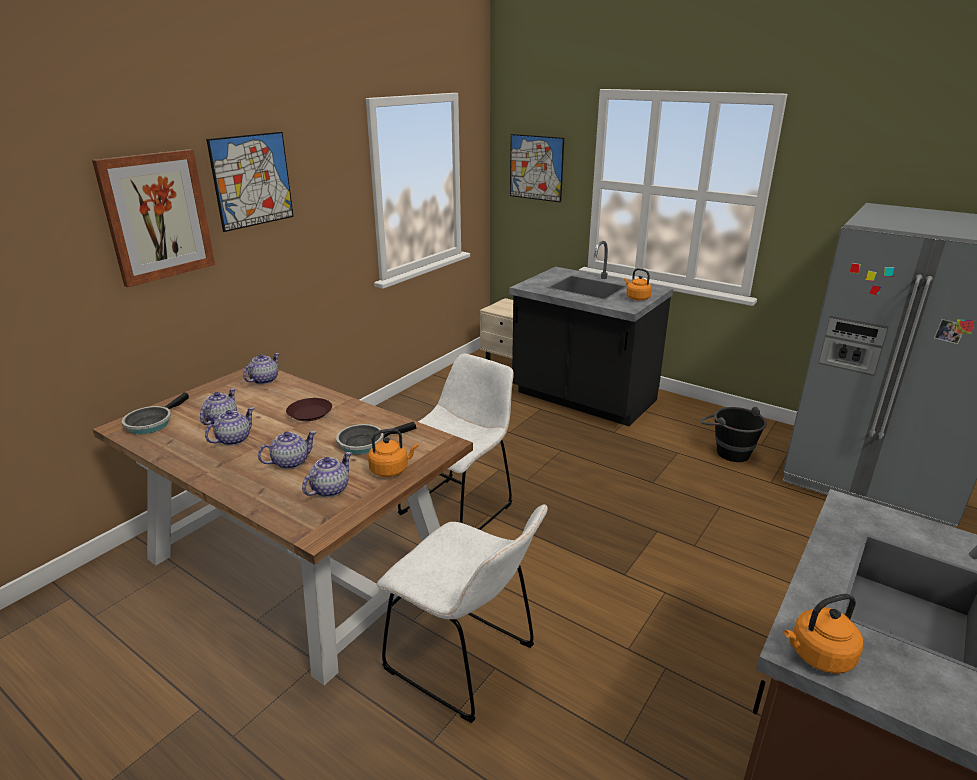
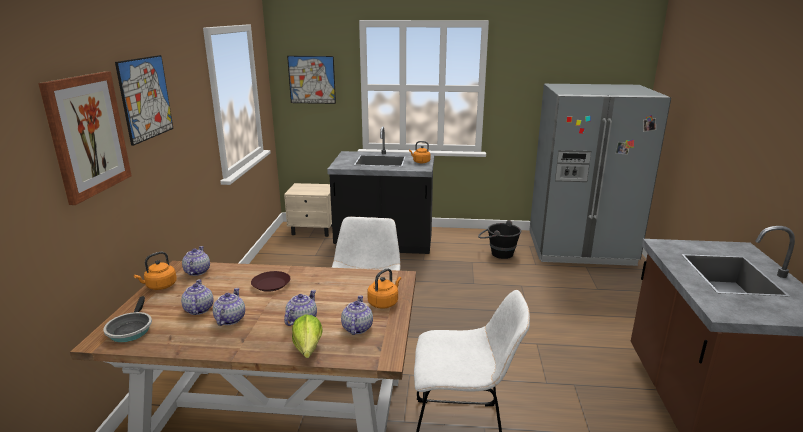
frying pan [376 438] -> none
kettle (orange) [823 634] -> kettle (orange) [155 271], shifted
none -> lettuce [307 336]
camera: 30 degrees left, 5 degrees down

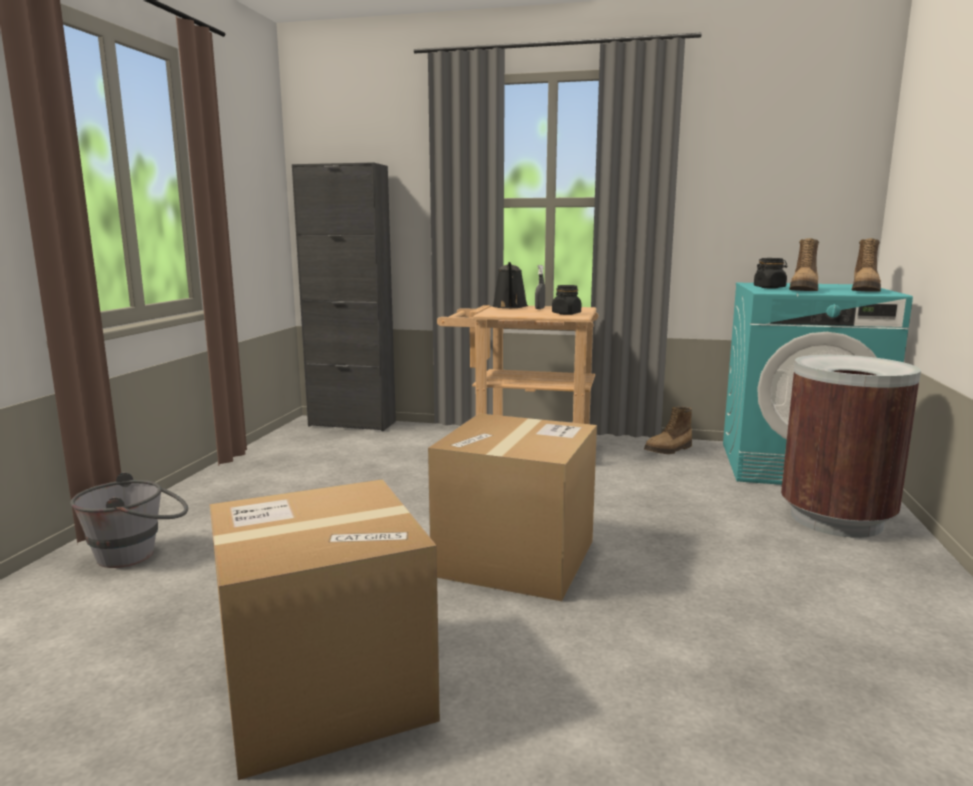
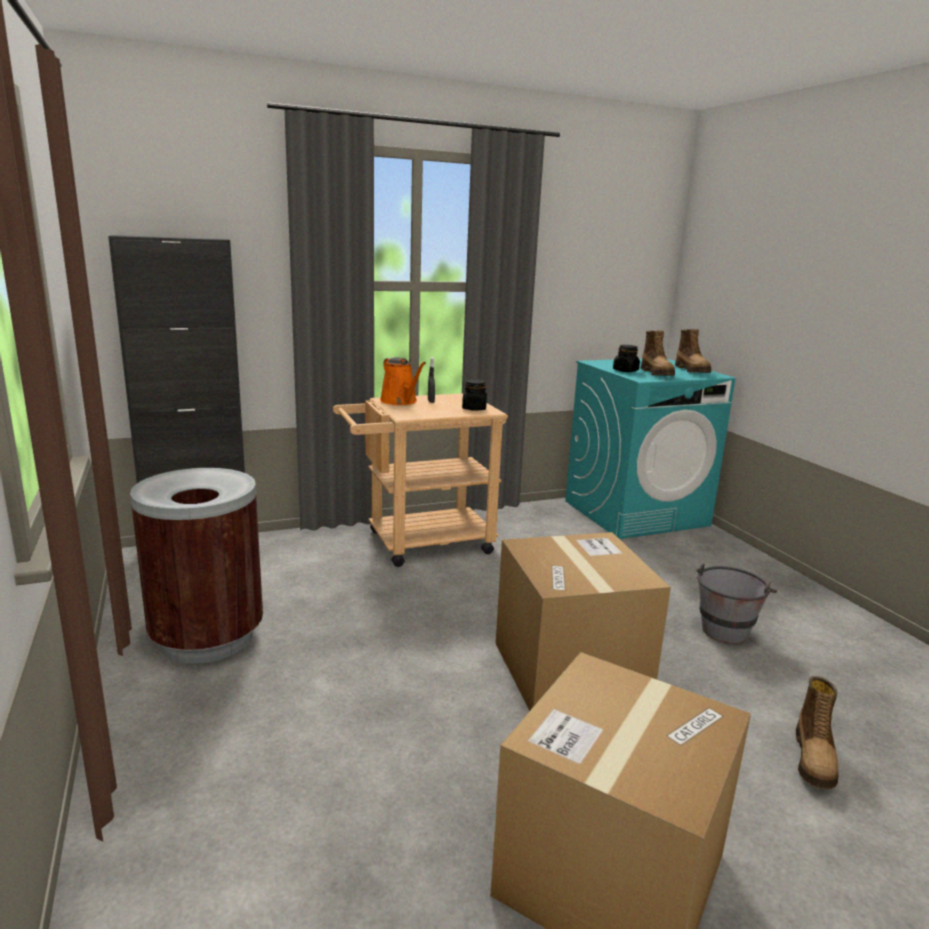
watering can (black) [510 285] -> watering can (orange) [403 381]
trash can (brown) [851 446] -> trash can (brown) [196 566], shifted
boot [668 430] -> boot [817 732], shifted
bucket (grey) [129 520] -> bucket (grey) [736 604], shifted
camera: 35 degrees left, 5 degrees up

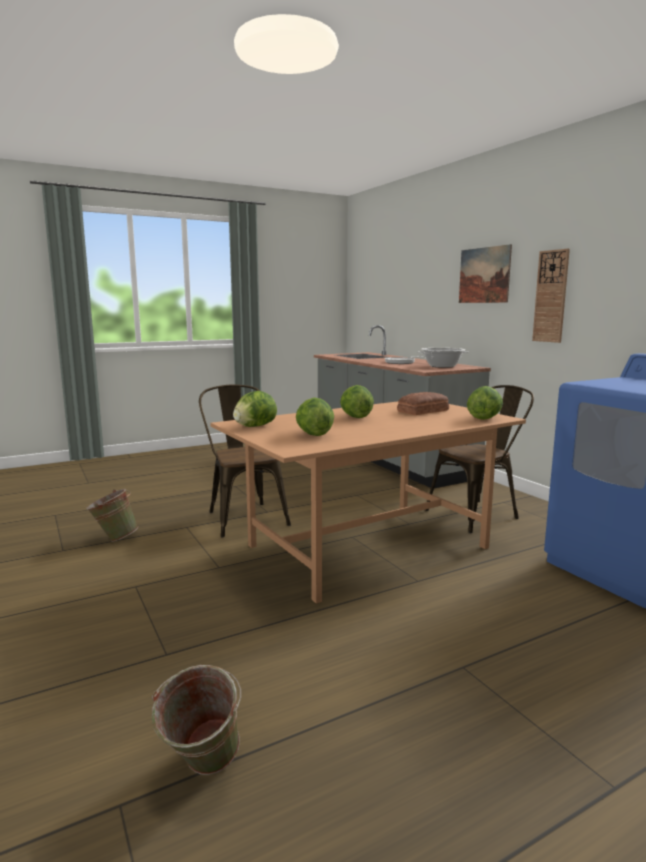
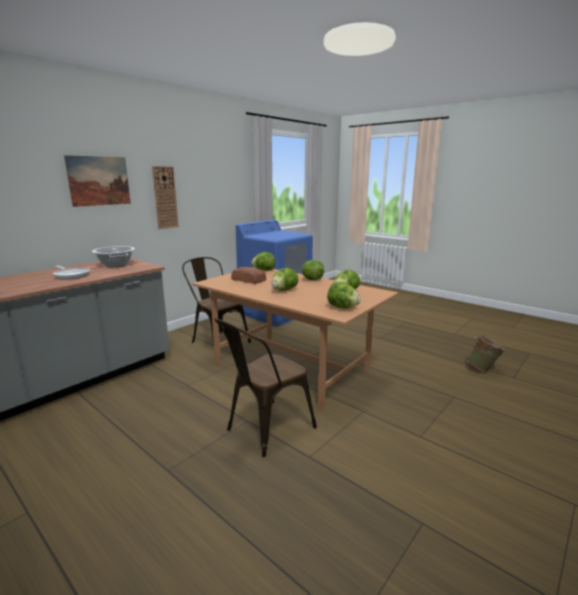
bucket (green) [112 515] -> none
none -> lettuce [313 270]
camera: 110 degrees left, 5 degrees up

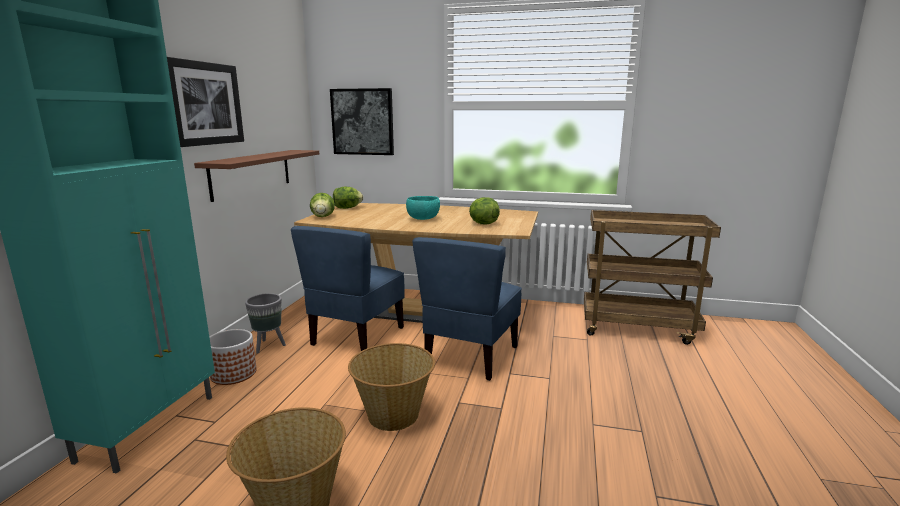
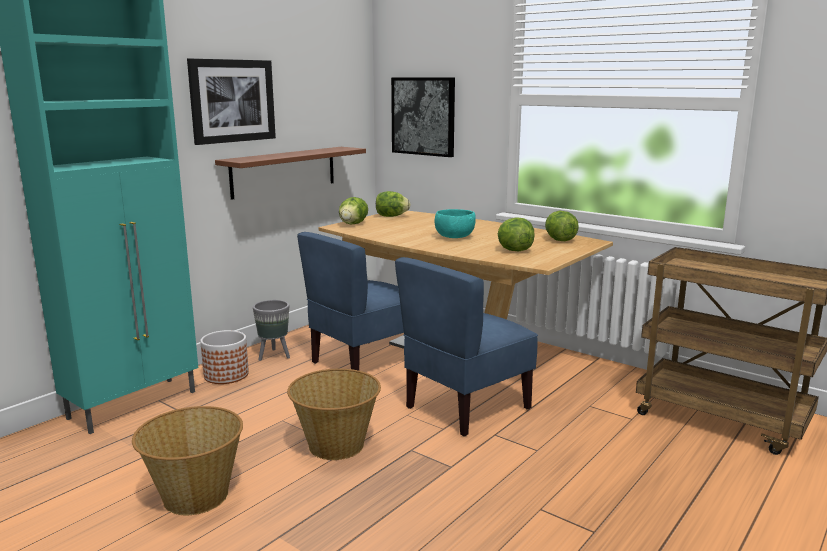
none -> lettuce [562 226]
camera: 25 degrees right, 0 degrees up

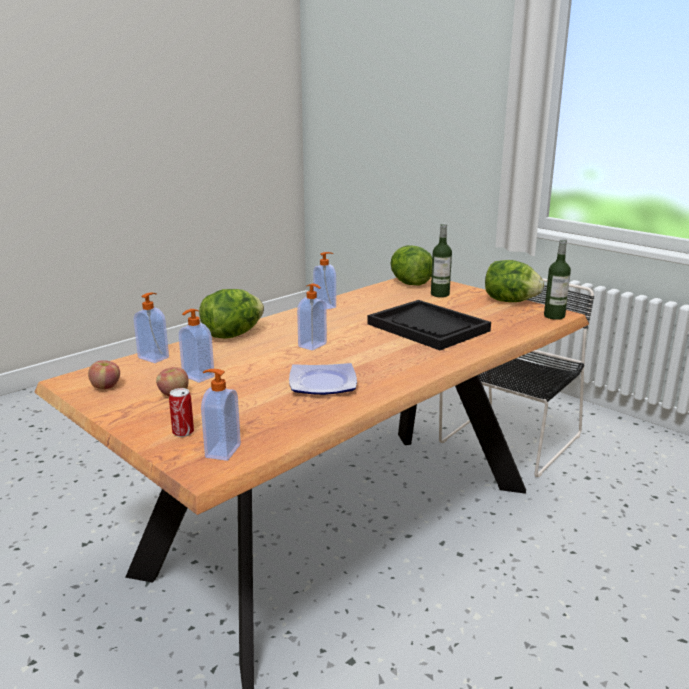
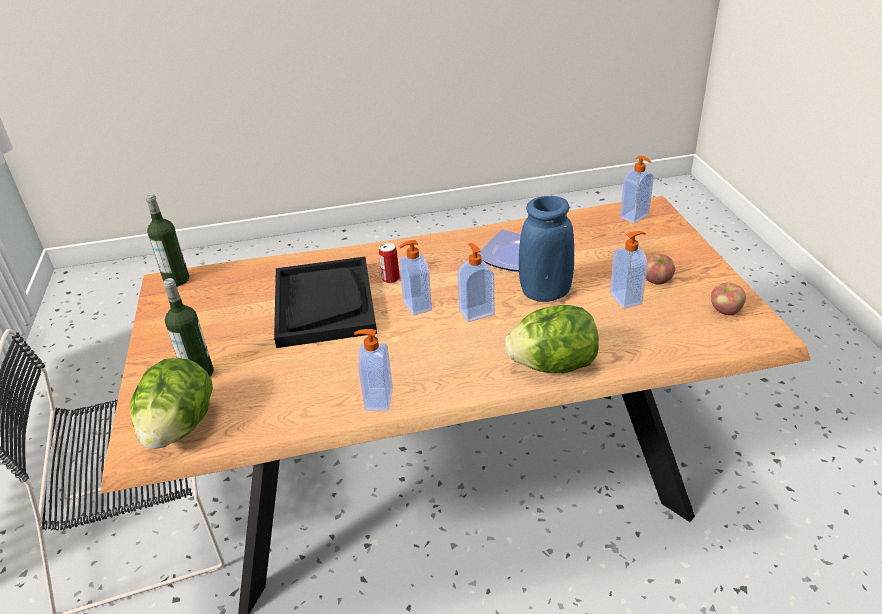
lettuce [514 281] -> none
soap dispenser [151 327] -> soap dispenser [415 278], shifted
can [181 412] -> can [389 262], shifted
none -> vase (blue) [546 249]
camera: 145 degrees left, 15 degrees up

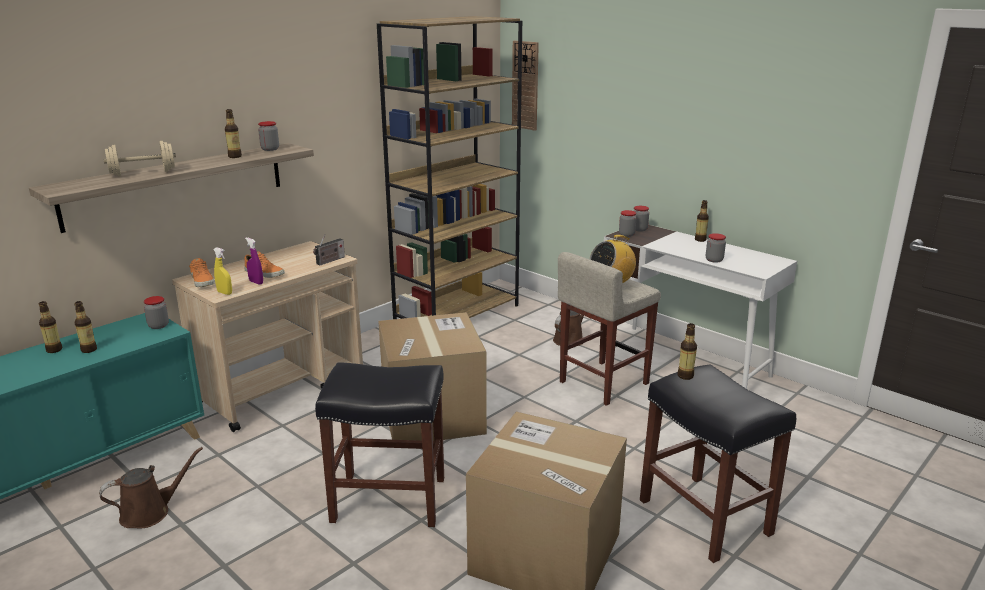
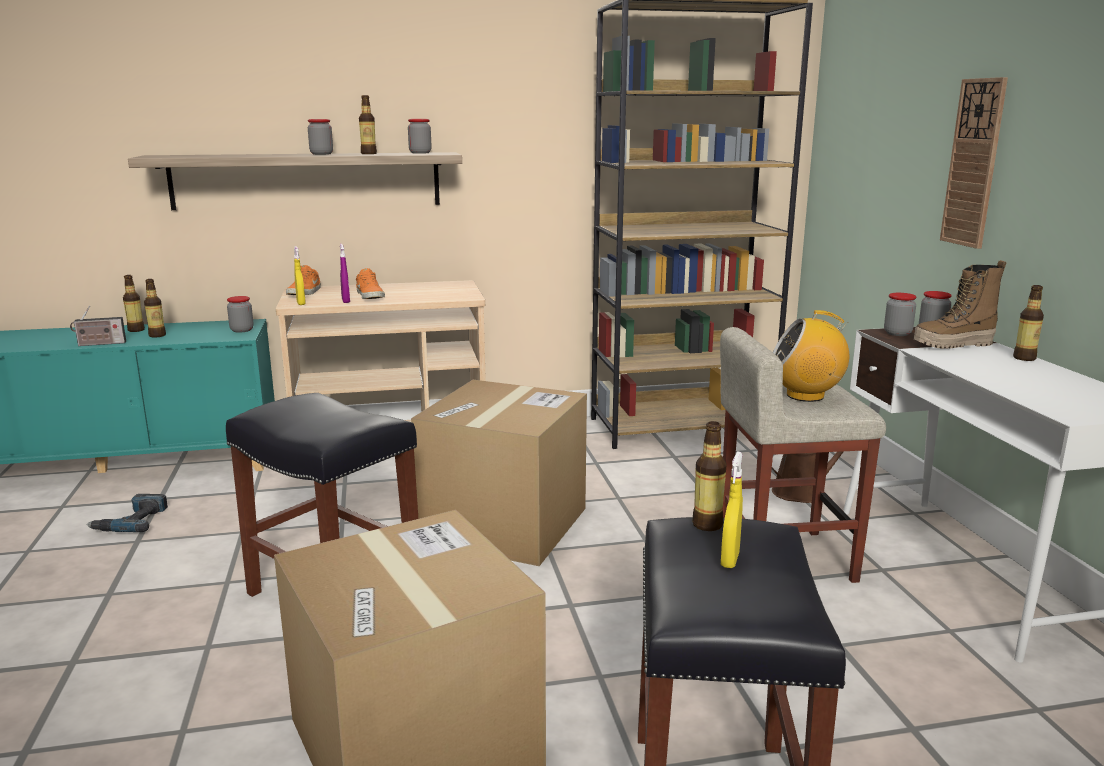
wall clock [525 85] -> wall clock [974 163], shifted
dumbbell (beige) [140 158] -> none
jar [716 248] -> jar [320 137], shifted
radio [329 250] -> radio [98 326], shifted
watering can (brown) [151 488] -> power drill [127 513]
none -> boot [960 304]
none -> spray bottle (yellow) [732 509]
camera: 35 degrees right, 5 degrees down

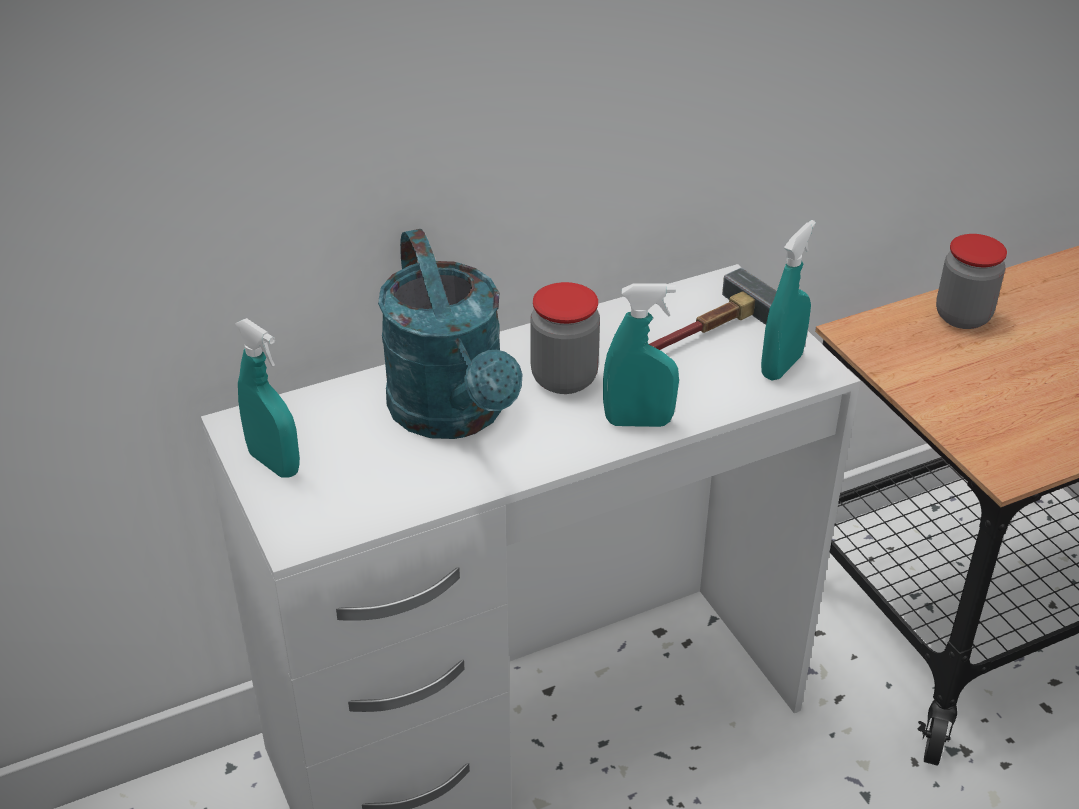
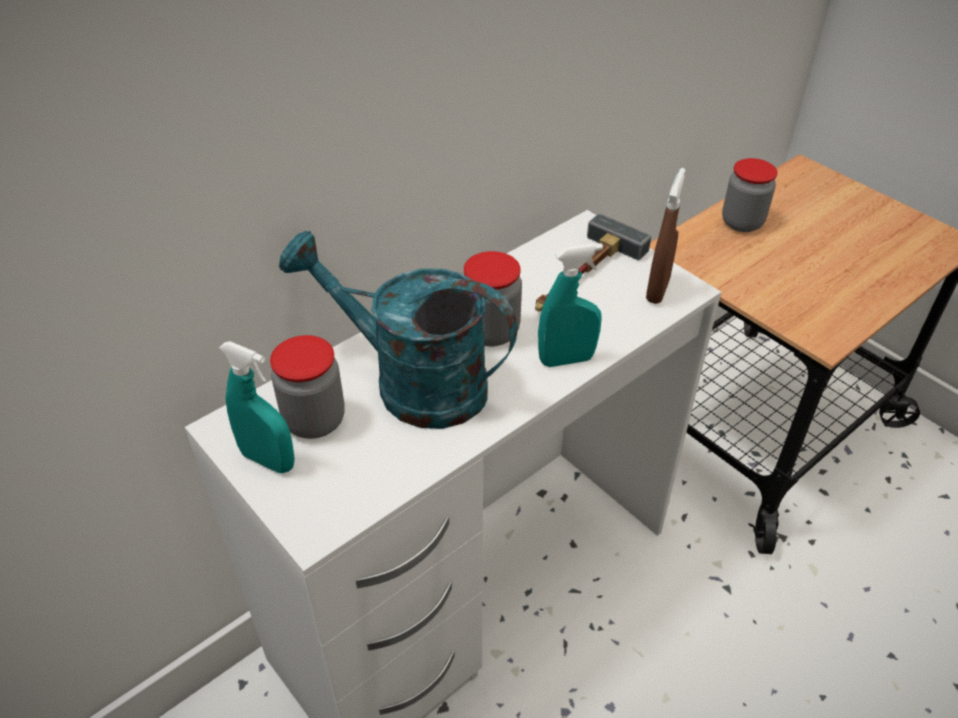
spray bottle (turquoise) [788 300] -> spray bottle (brown) [665 236]
watering can (turquoise) [450 334] -> watering can (turquoise) [398 330], 150 degrees clockwise
none -> jar [307 387]
camera: 15 degrees left, 5 degrees up

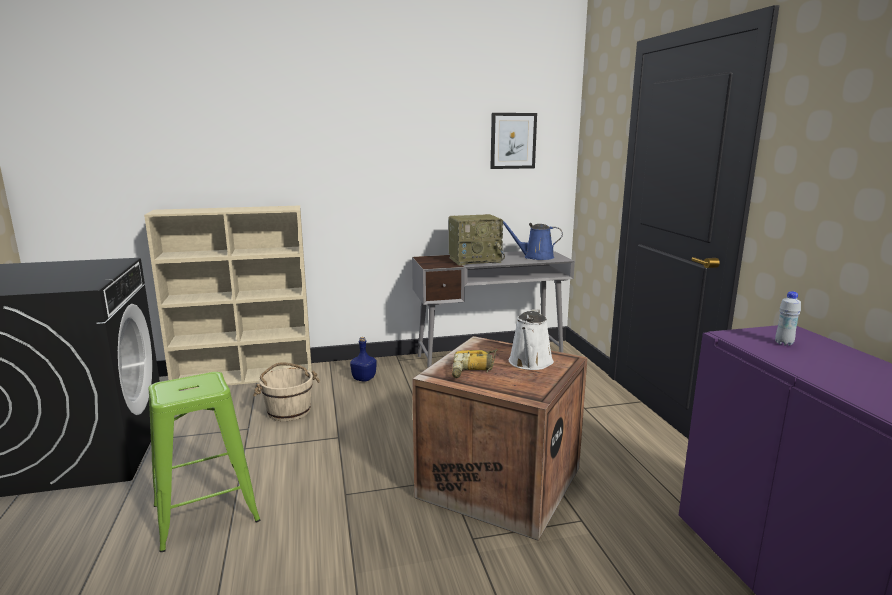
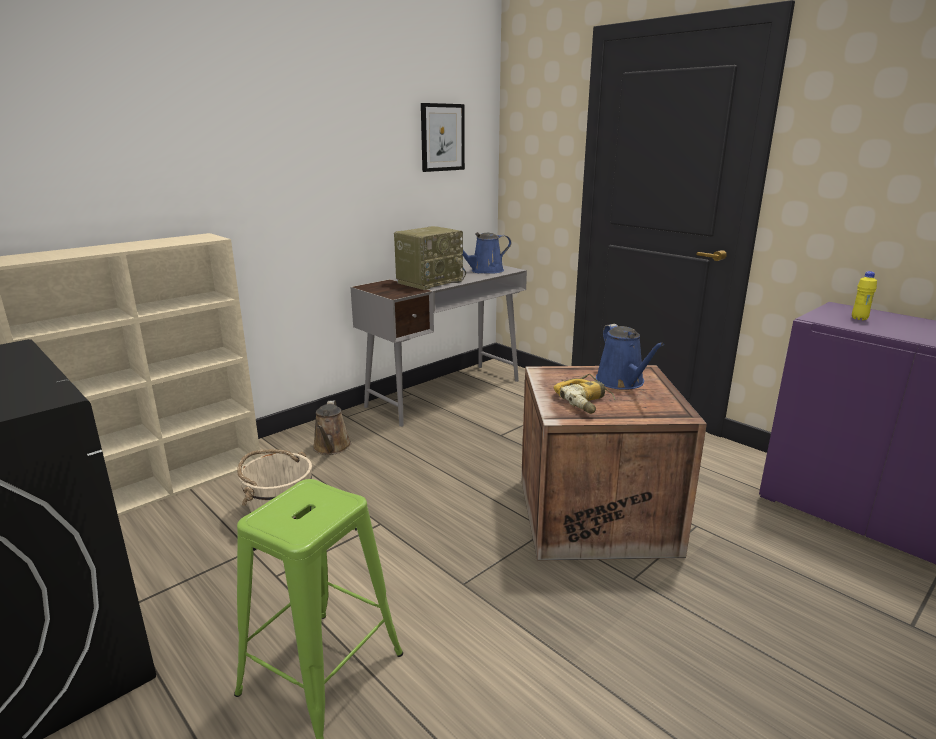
bottle (white) [788 318] -> bottle (yellow) [864 295]
watering can (white) [531 339] -> watering can (blue) [630 357]
bottle (blue) [363 359] -> watering can (brown) [332 427]
camera: 30 degrees left, 5 degrees up

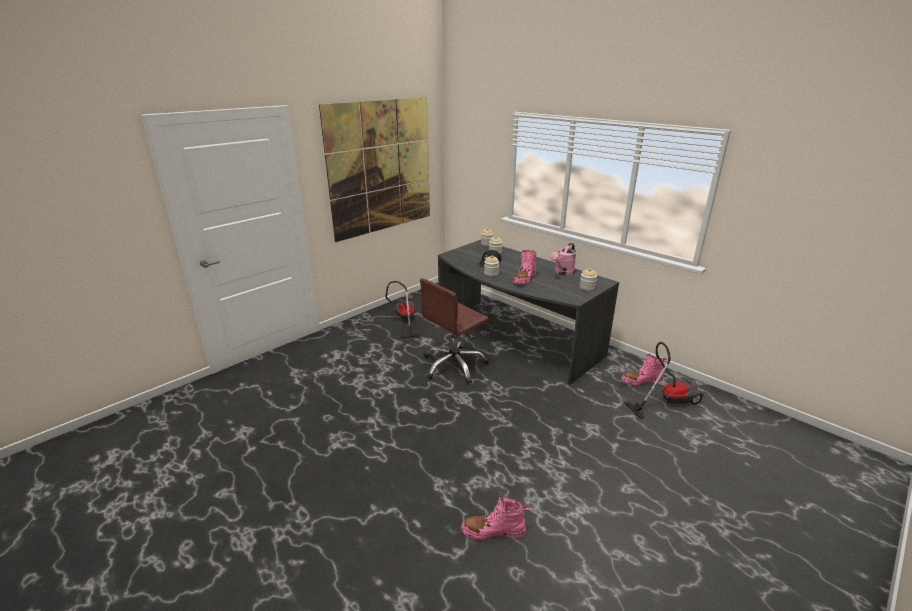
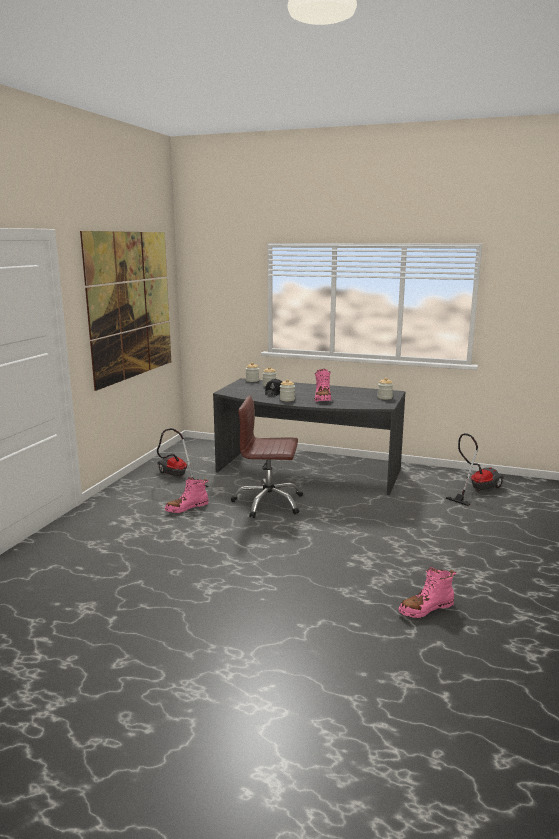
watering can (pink) [563 259] -> none
office chair (brown) [454 331] -> office chair (brown) [267 456], 75 degrees clockwise
boot (pink) [644 369] -> boot (pink) [186 495], shifted
camera: 25 degrees left, 10 degrees down

